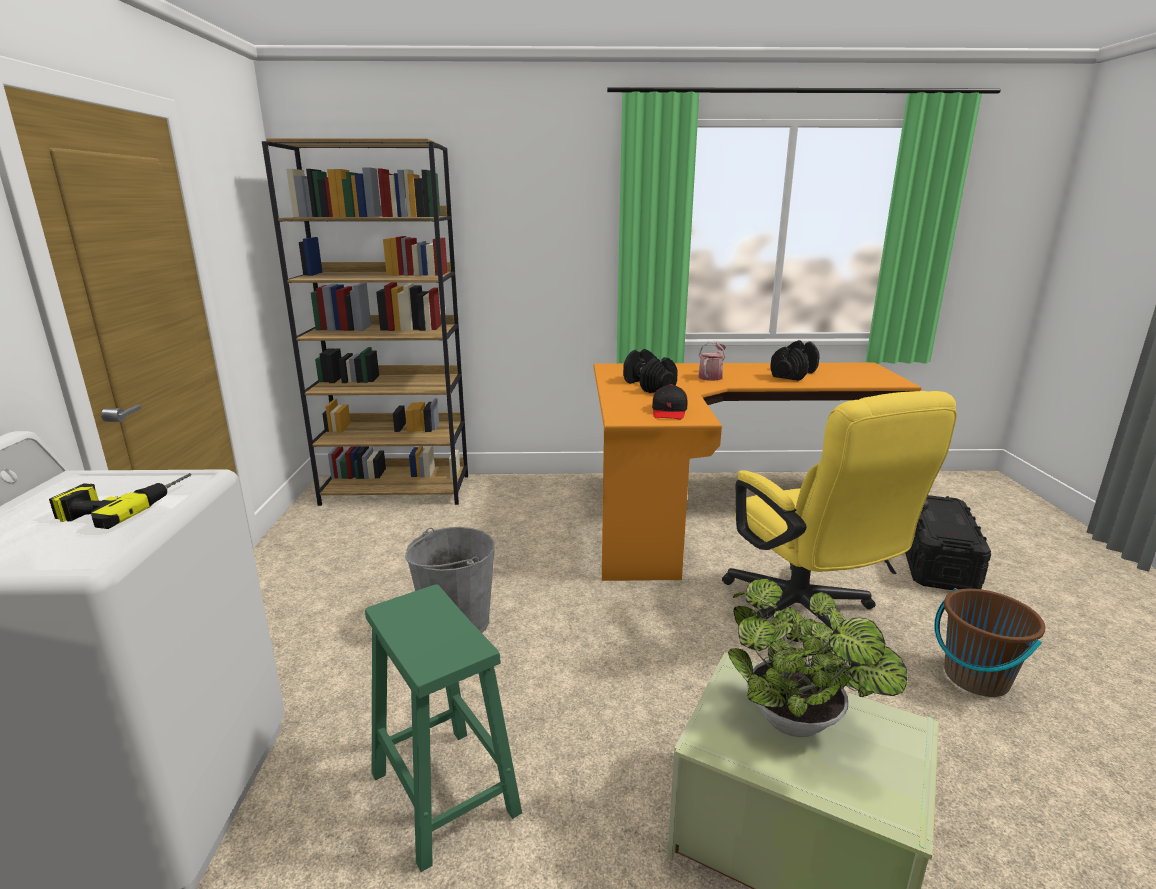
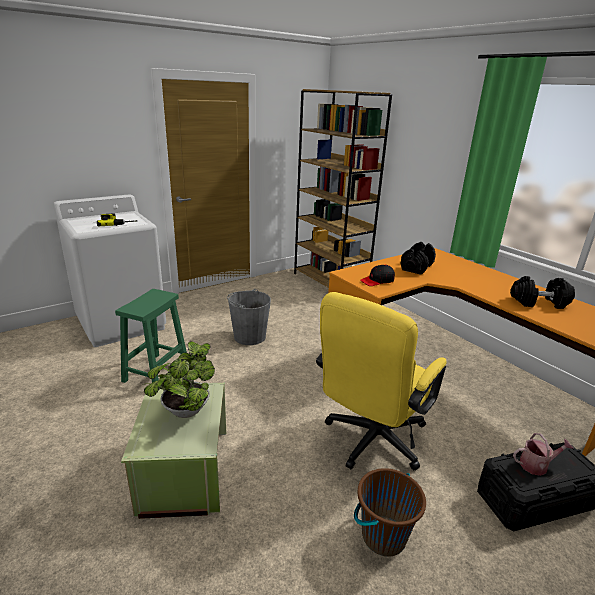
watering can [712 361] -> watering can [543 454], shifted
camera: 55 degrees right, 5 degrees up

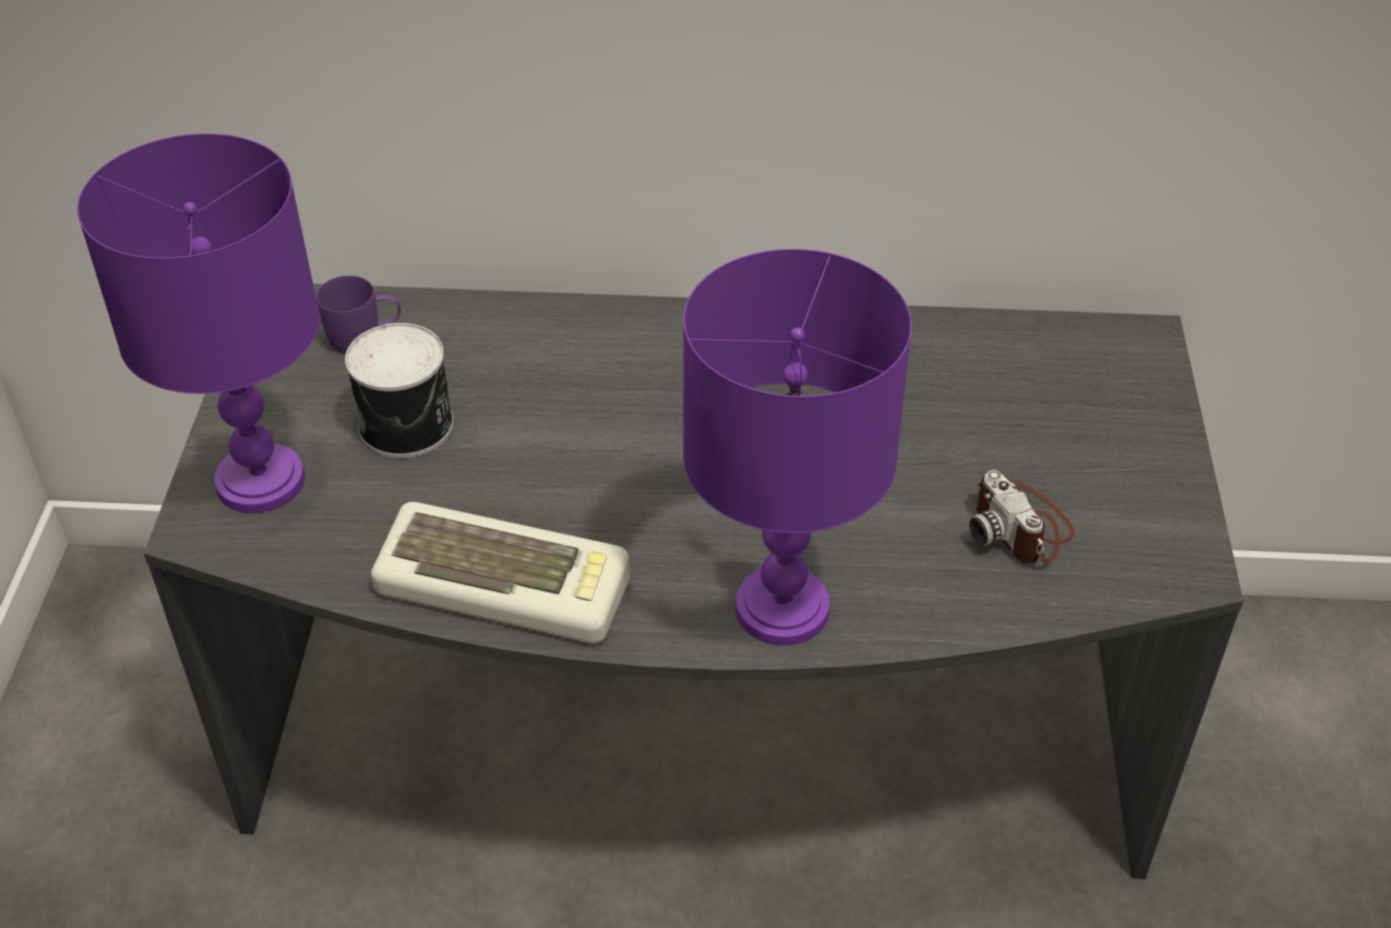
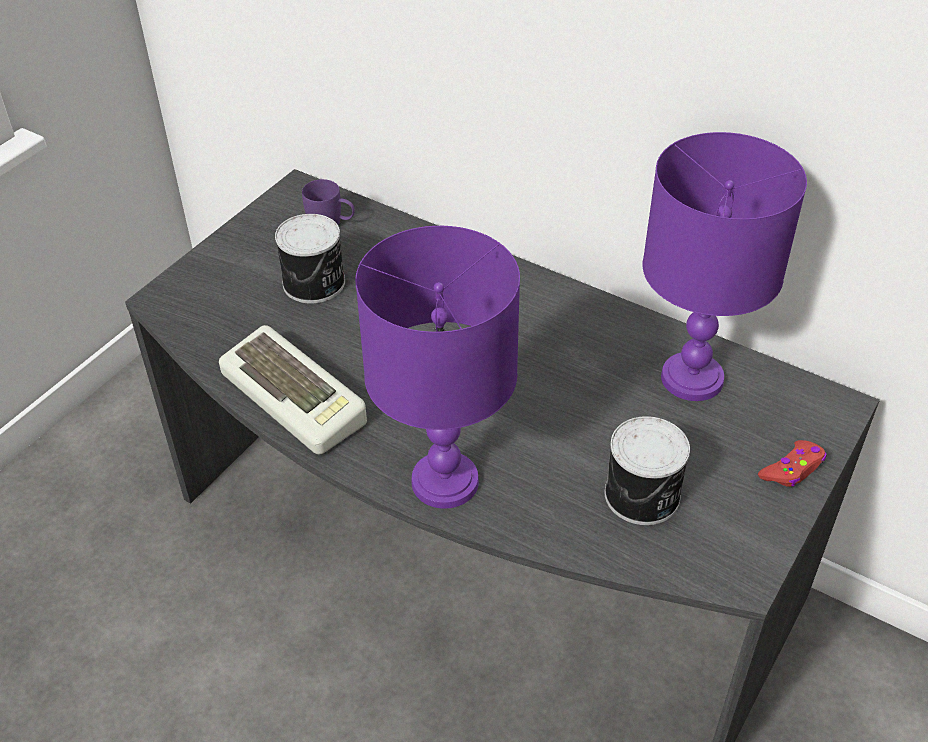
table lamp (purple) [198 323] -> table lamp (purple) [725 266], shifted
photo camera [1022 517] -> can [647 470]
none -> game controller (red) [792 463]
camera: 30 degrees right, 0 degrees up

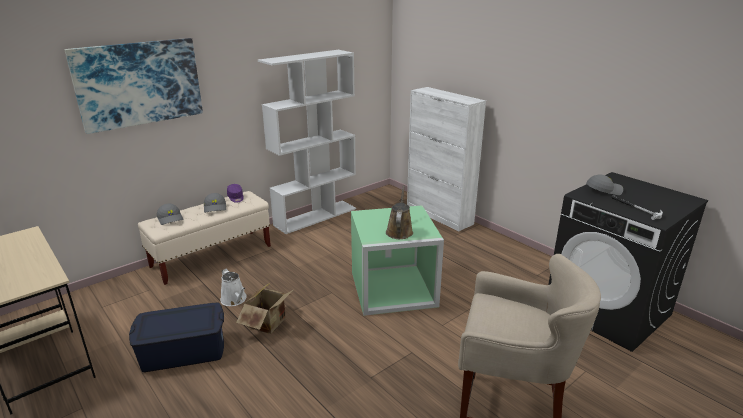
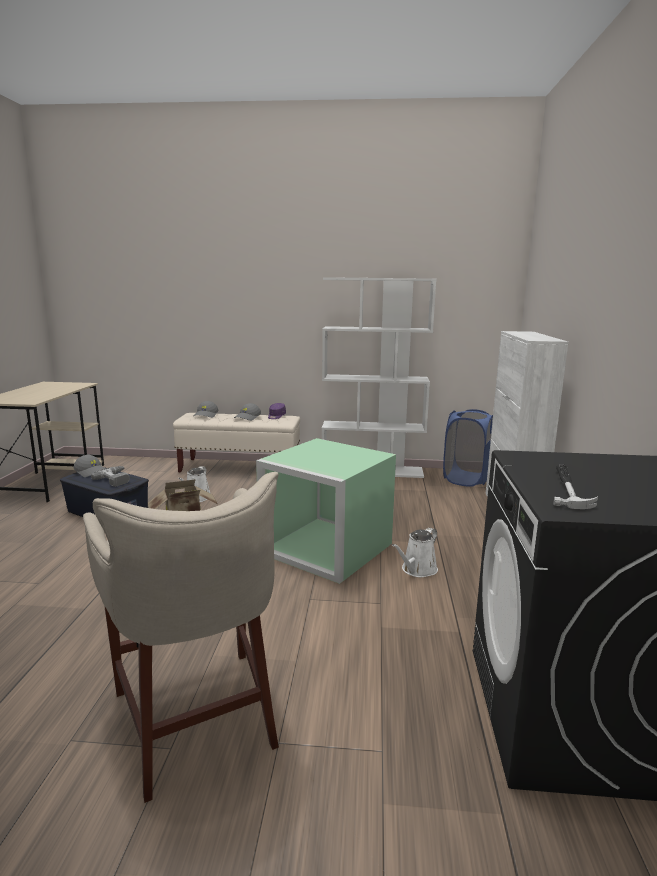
picture [133 86] -> none
cap (grey) [604 185] -> cap (grey) [89 466], shifted
watering can (brown) [399 212] -> none
none -> laundry basket (blue) [468 448]
none -> power drill [110 476]
none -> watering can (white) [415 552]
camera: 45 degrees right, 10 degrees down

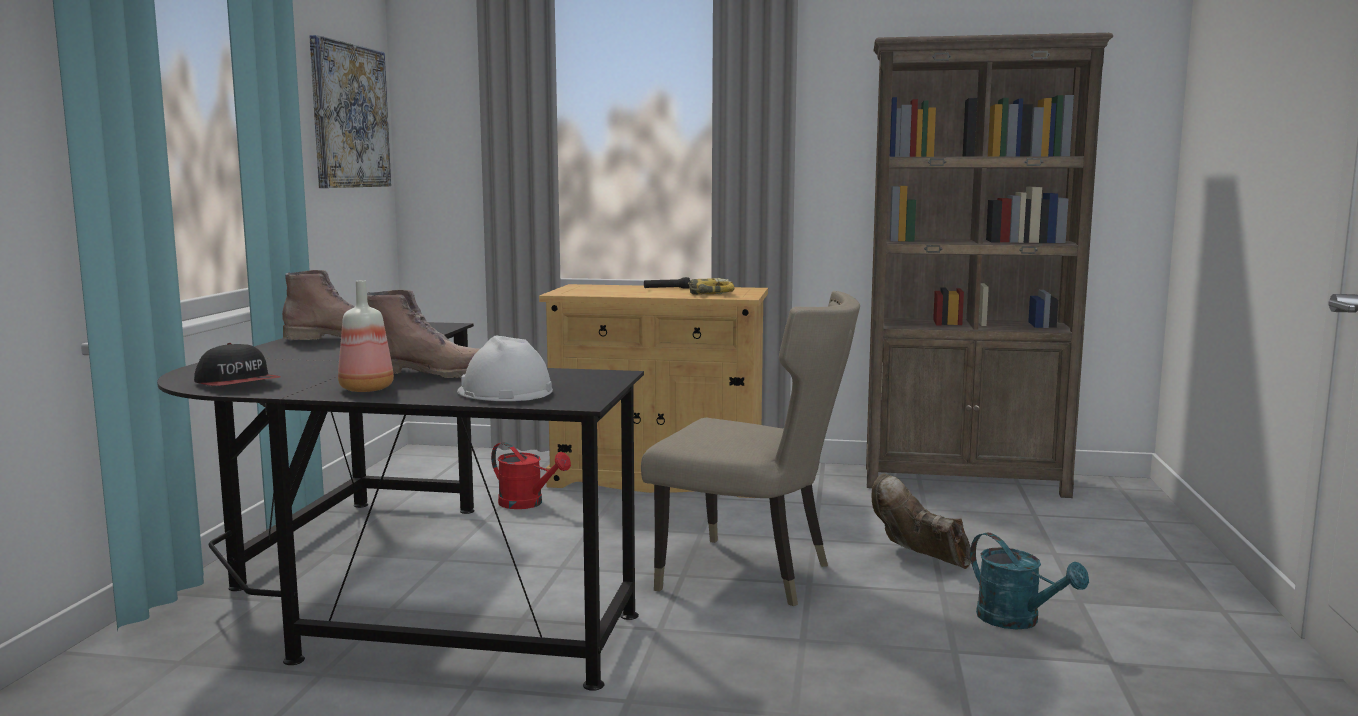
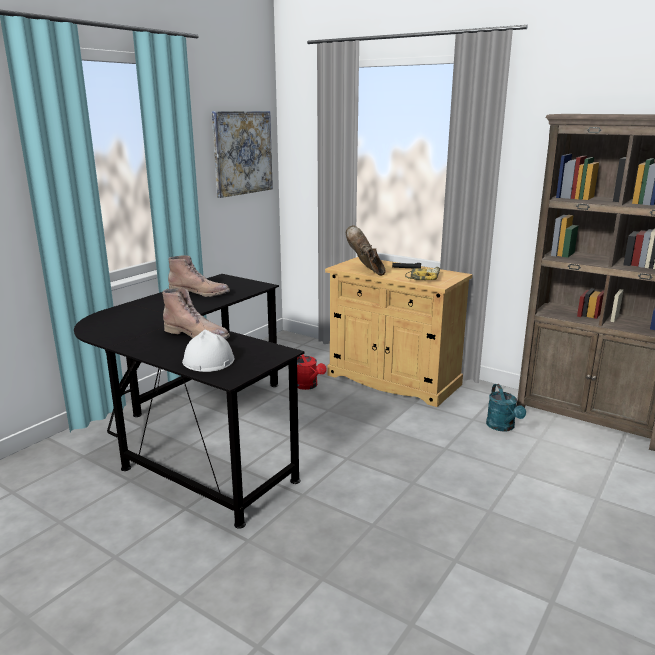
bottle [366 336] -> none
chair (beige) [750 448] -> none
cap [237 364] -> none
boot (brown) [921 521] -> boot (brown) [365 250], shifted
watering can (turquoise) [1029 580] -> watering can (turquoise) [506 408], shifted
camera: 25 degrees right, 10 degrees up

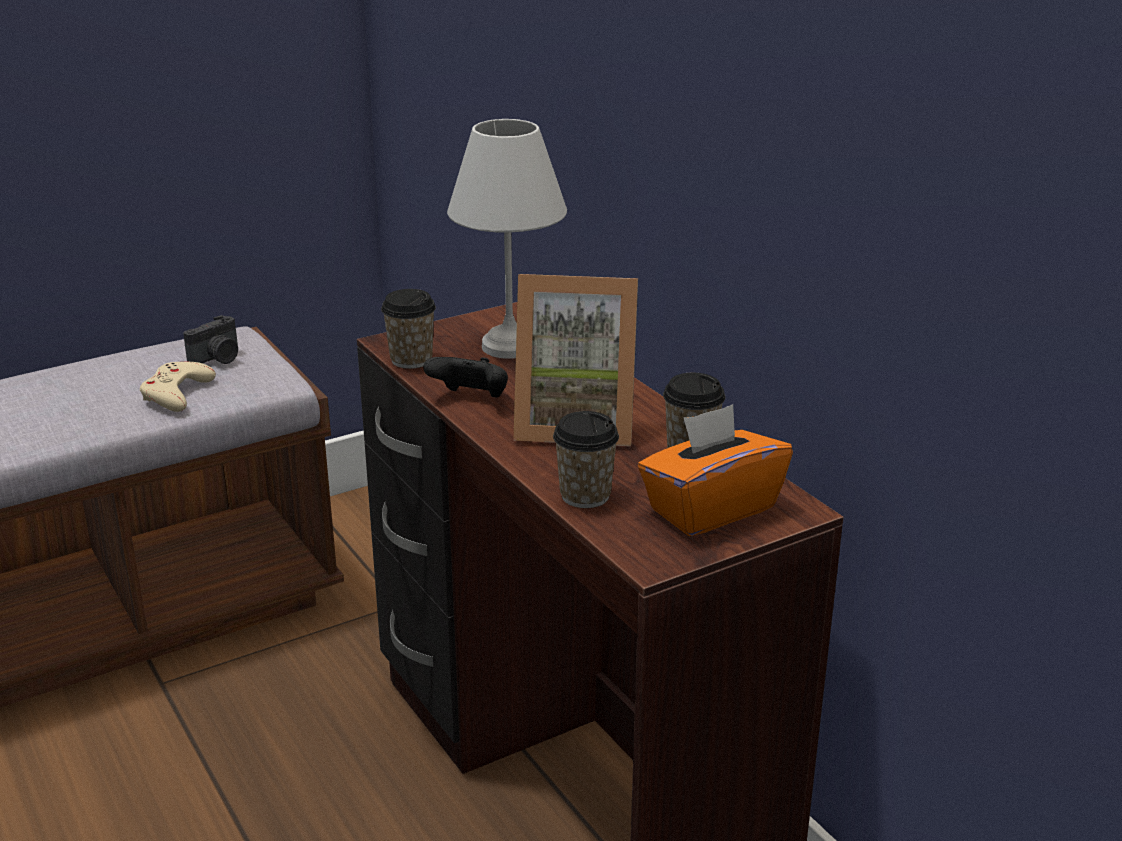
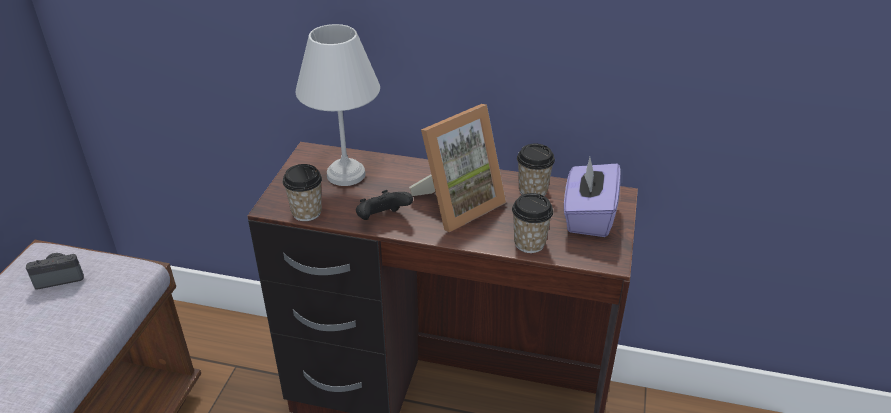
photo camera [210 339] -> photo camera [55 271], 105 degrees counterclockwise
game controller (beige) [178 387] -> none
tissue box (orange) [715 470] -> tissue box (purple) [592 197]
camera: 45 degrees left, 10 degrees up

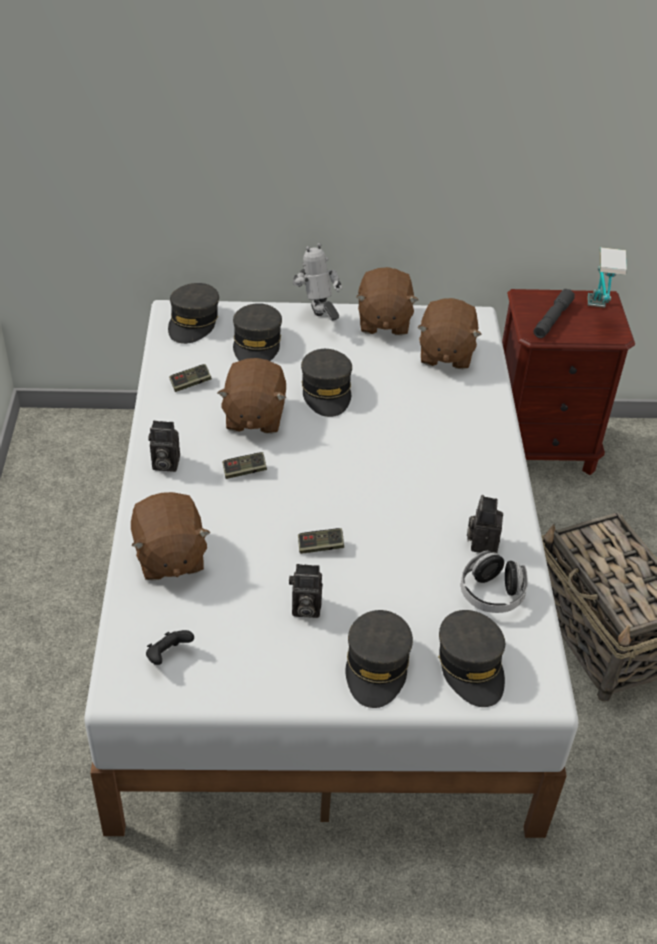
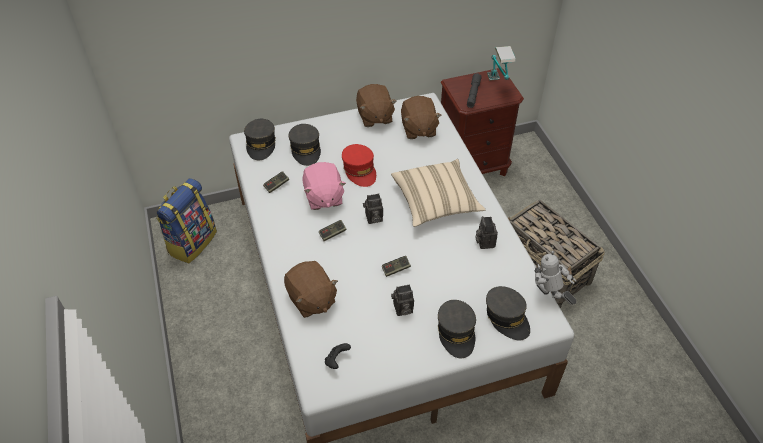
toy robot [317 282] -> toy robot [555 278], shifted
cap (grey) [326 383] -> cap (red) [359 165]
plush toy (brown) [252 396] -> plush toy (pink) [324 186]
photo camera [164 446] -> photo camera [373 209], shifted
headphones [494 582] -> none
none -> pillow (beige) [438 193]
none -> backpack [186 220]
camera: 15 degrees left, 5 degrees up

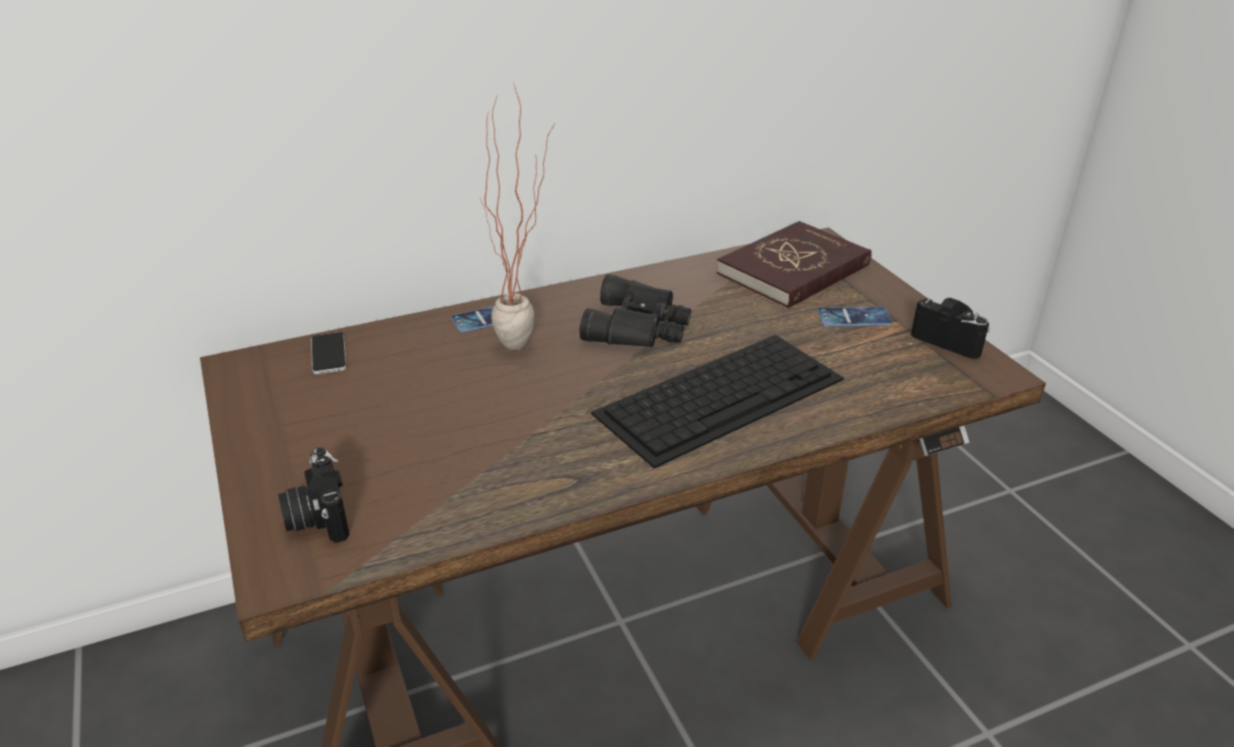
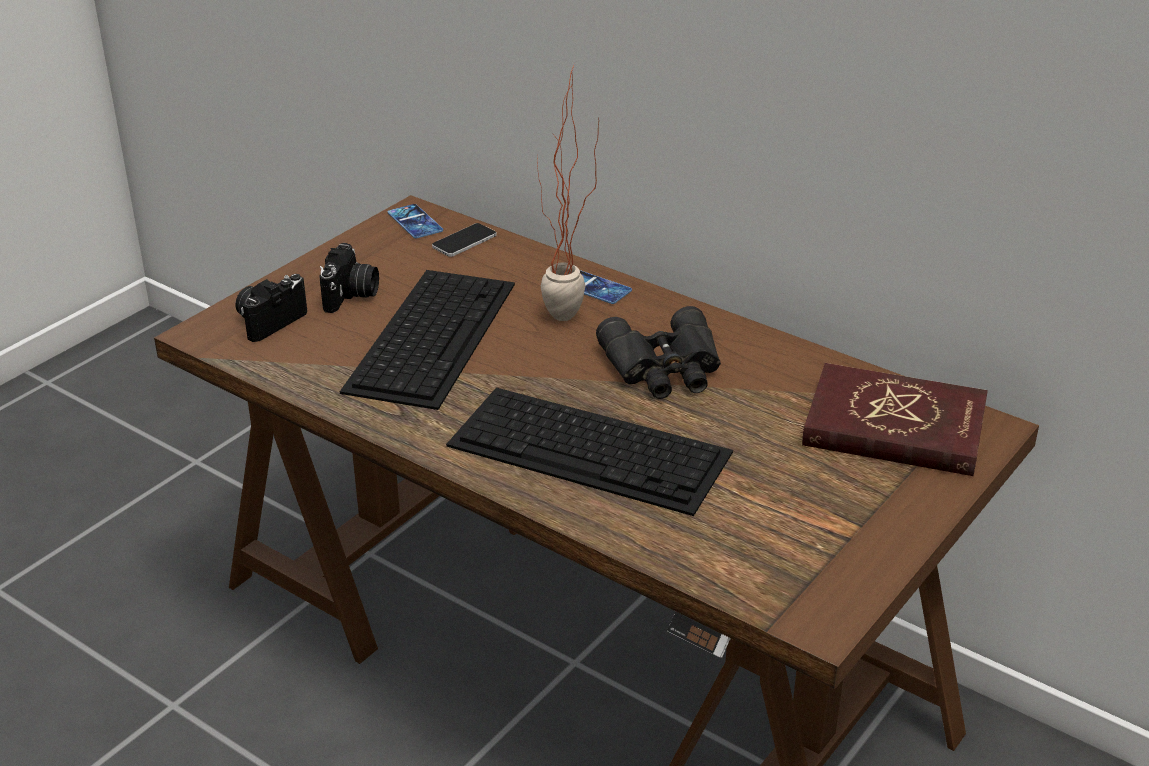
photo camera [950 328] -> photo camera [349 278], shifted
phone [855 316] -> phone [415 221], shifted
none -> keyboard [427 340]
camera: 60 degrees right, 0 degrees up

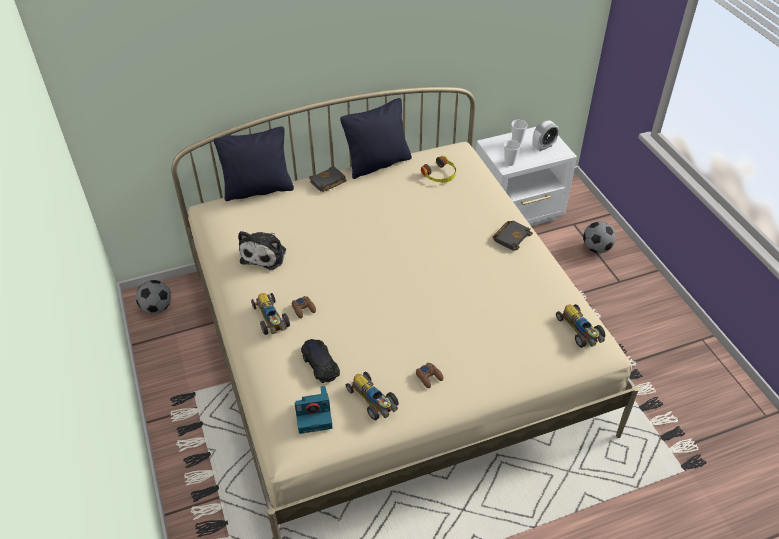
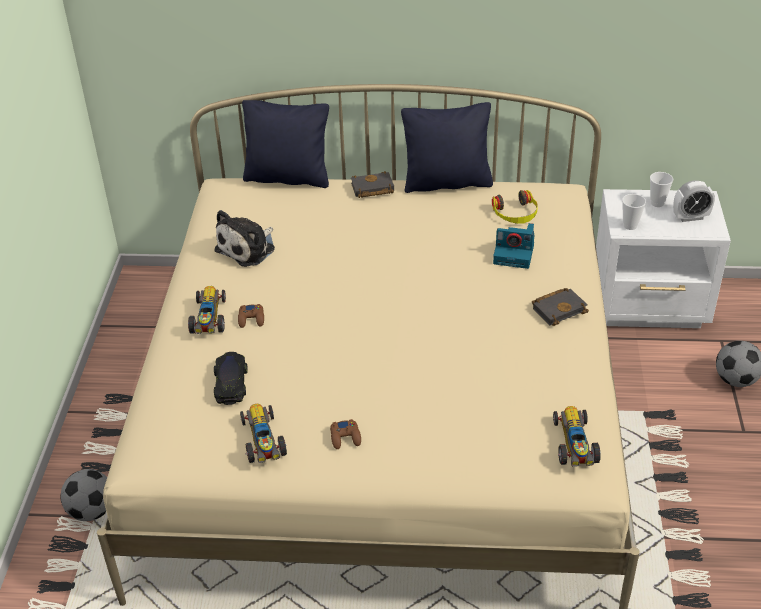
football [153 297] -> football [83 495], shifted
photo camera [314 410] -> photo camera [513 246], shifted
camera: 25 degrees right, 5 degrees down

